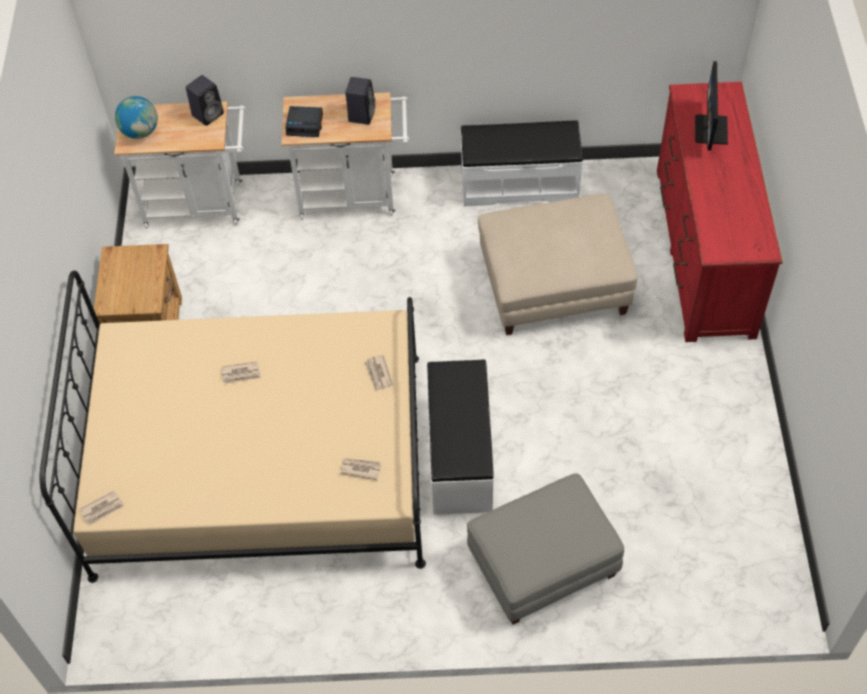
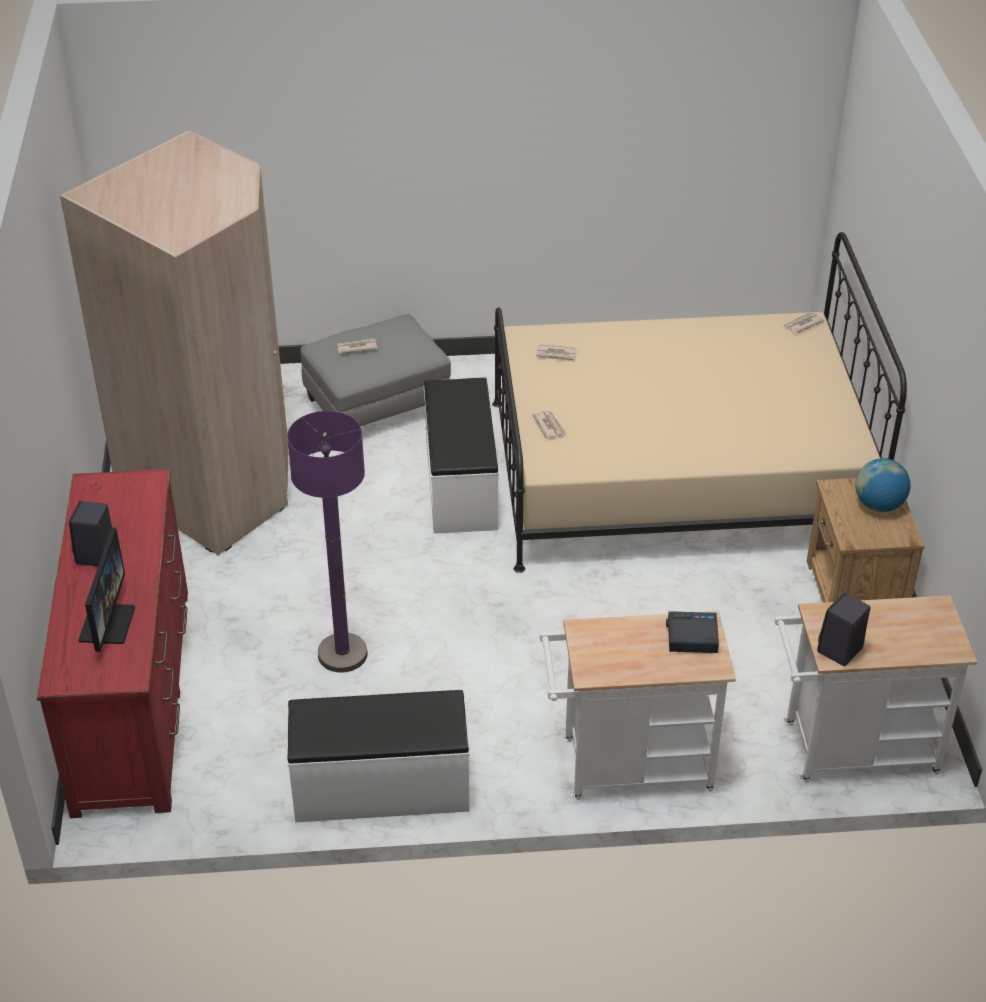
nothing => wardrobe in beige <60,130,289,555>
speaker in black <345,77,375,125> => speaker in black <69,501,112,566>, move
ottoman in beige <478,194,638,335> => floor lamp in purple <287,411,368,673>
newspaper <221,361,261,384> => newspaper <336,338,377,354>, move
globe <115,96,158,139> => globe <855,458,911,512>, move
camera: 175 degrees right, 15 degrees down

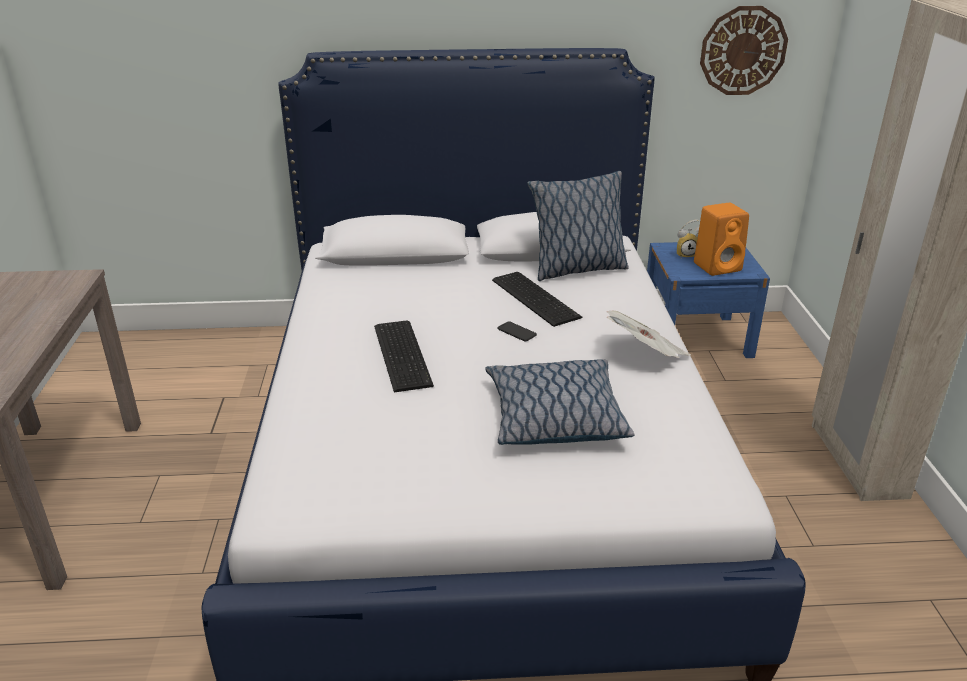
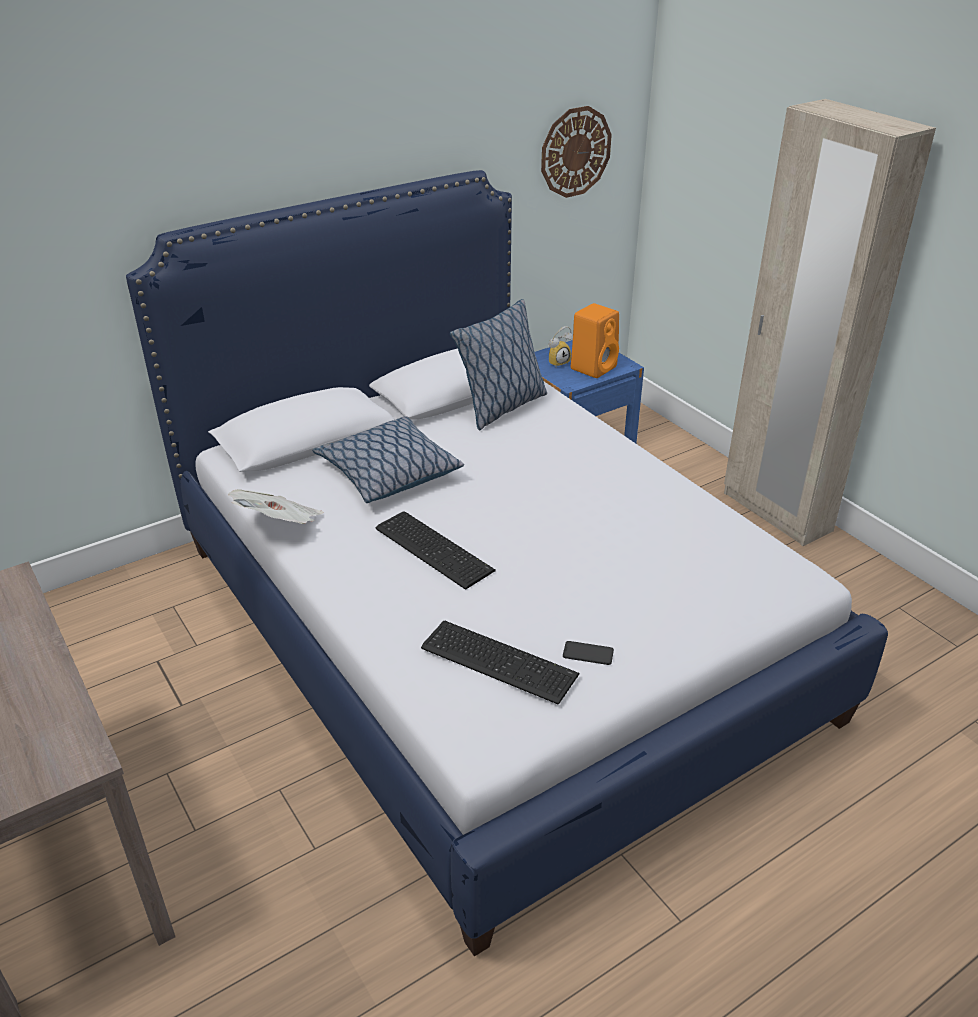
newspaper <606,311,691,358> => newspaper <228,489,324,524>, move
pillow <485,359,635,445> => pillow <312,416,464,503>, move
keyboard <492,272,583,327> => keyboard <421,621,579,705>, move
phone <498,321,537,341> => phone <563,641,614,665>, move
camera: 30 degrees left, 5 degrees up

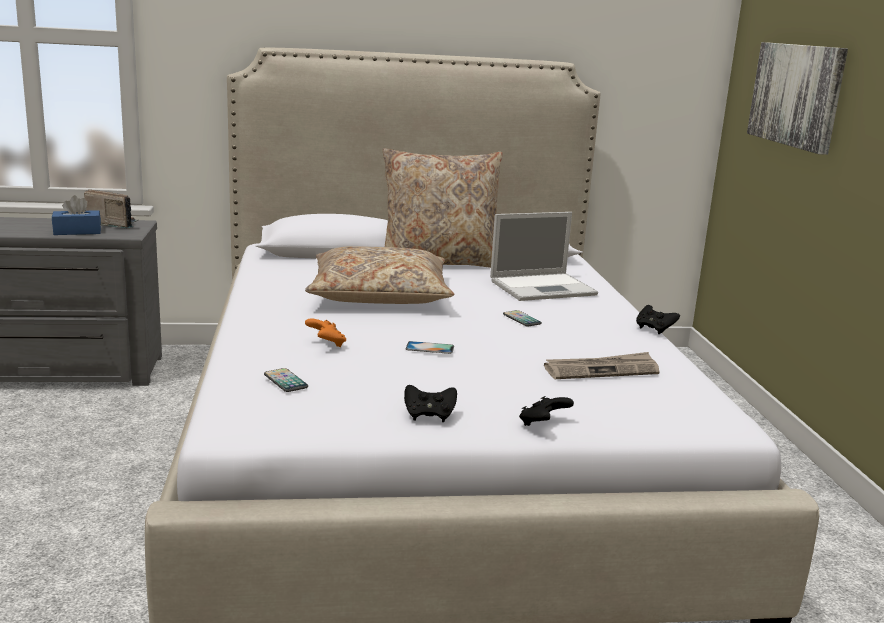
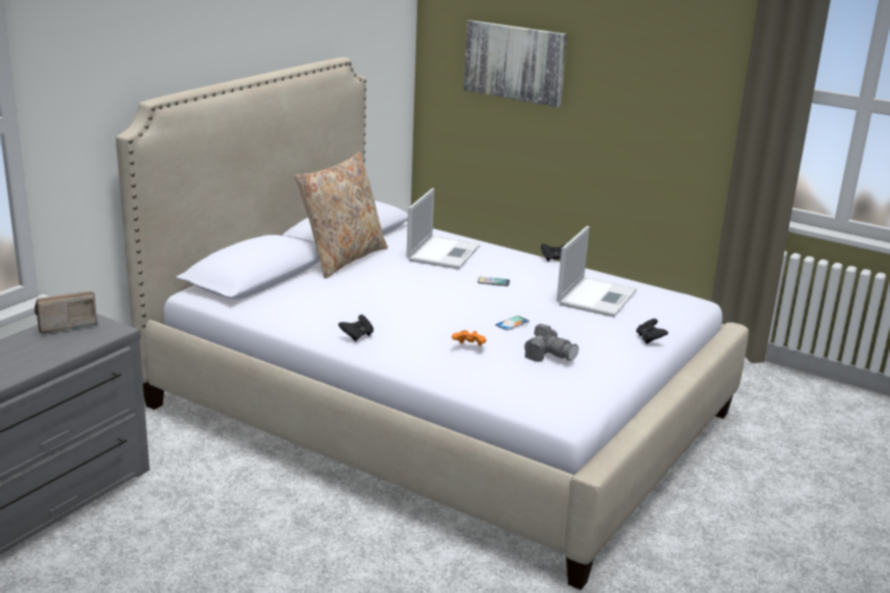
game controller in black <404,385,457,422> => game controller in black <338,314,374,341>, move
nothing => photo camera <524,324,579,362>
newspaper <544,352,659,379> => laptop <557,226,637,317>
tissue box in blue <52,195,101,235> => nothing
phone <264,368,308,392> => nothing
pillow in beige <305,246,454,304> => nothing
camera: 50 degrees left, 5 degrees up

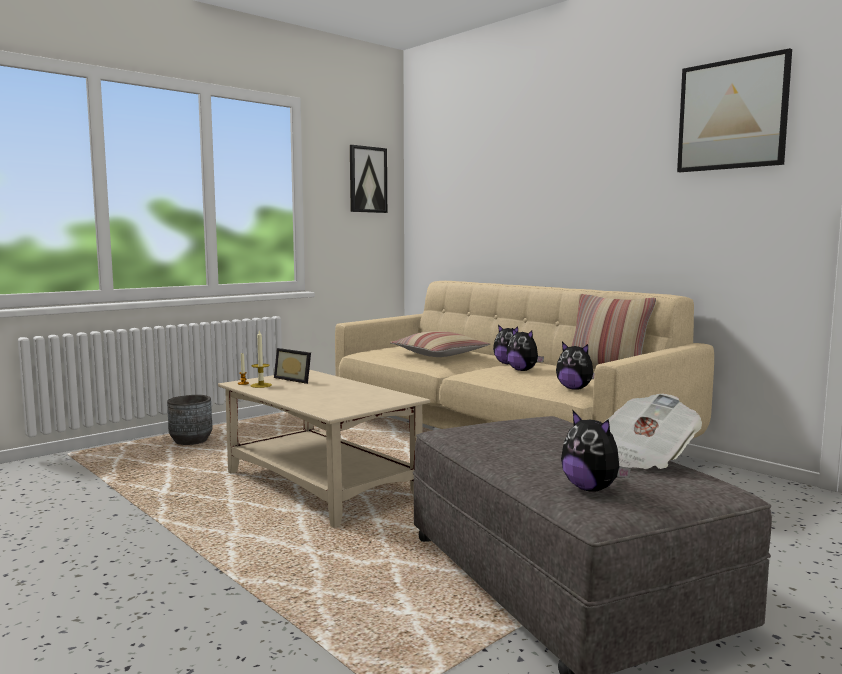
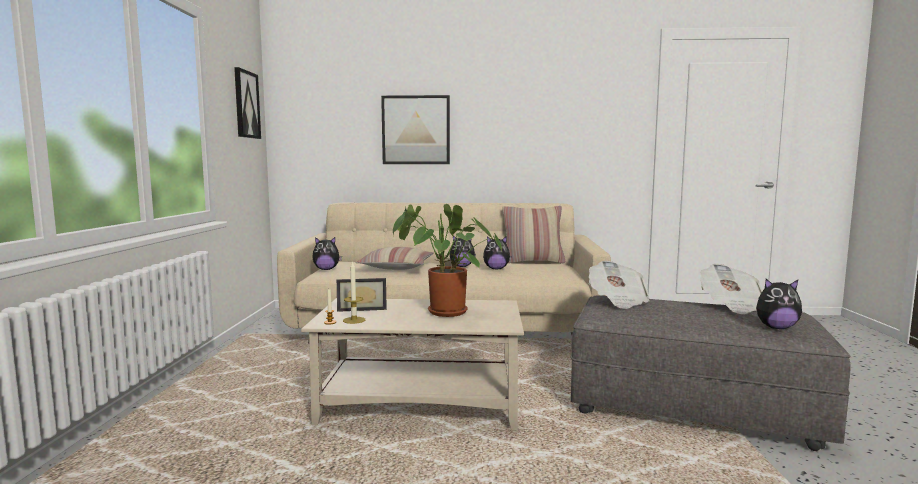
plush toy <556,342,595,390> => plush toy <312,237,342,270>, move
picture <677,48,792,172> => picture <381,95,450,164>, move
nothing => potted plant <393,204,502,317>
nothing => newspaper <589,261,649,309>
planter in grey <167,395,212,445> => nothing
camera: 45 degrees left, 0 degrees up

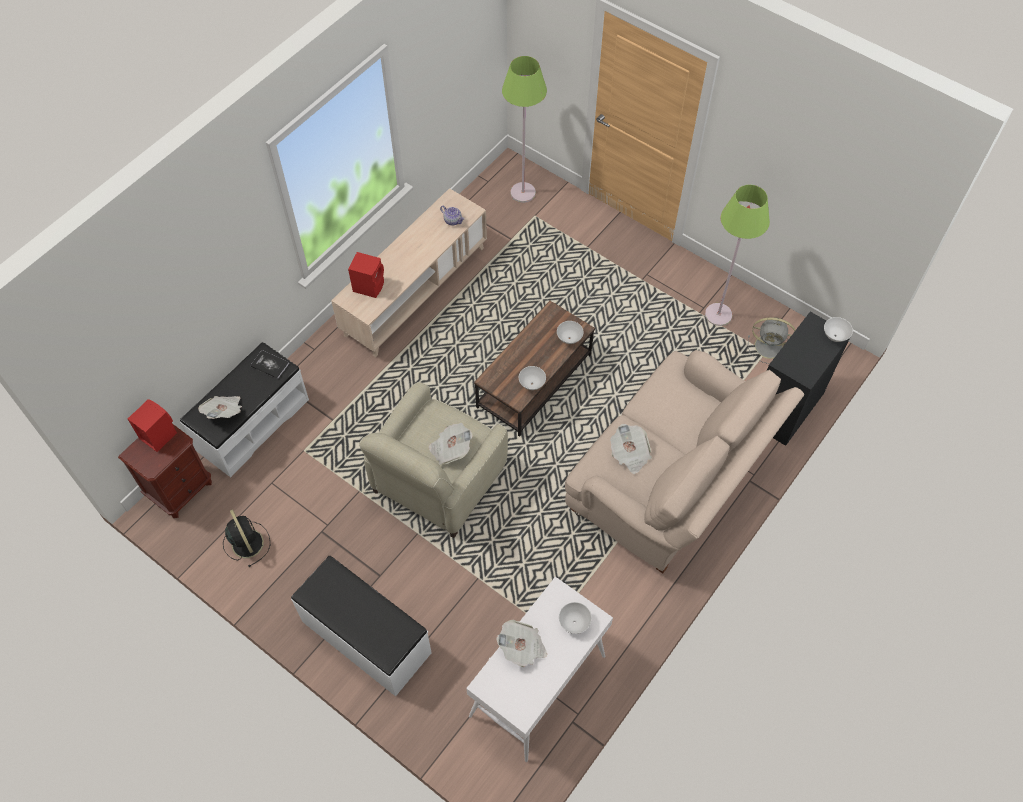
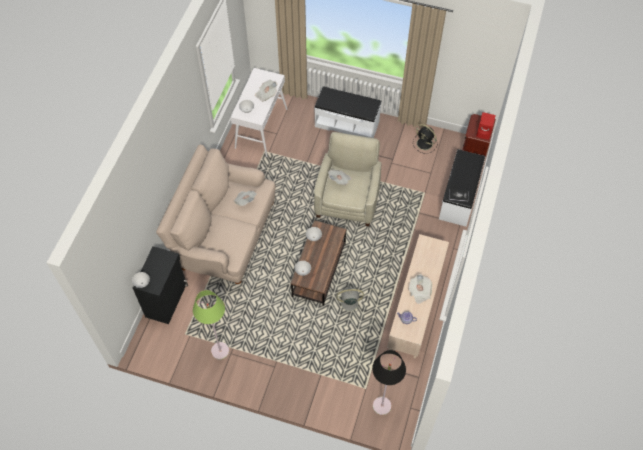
fan in grey <748,317,795,364> => fan in grey <337,288,364,315>, move
floor lamp in green <502,56,547,203> => floor lamp in black <372,350,406,415>
newspaper <199,396,242,419> => newspaper <408,274,433,304>, move
speaker in red <348,252,384,298> => nothing
camera: 160 degrees right, 0 degrees up

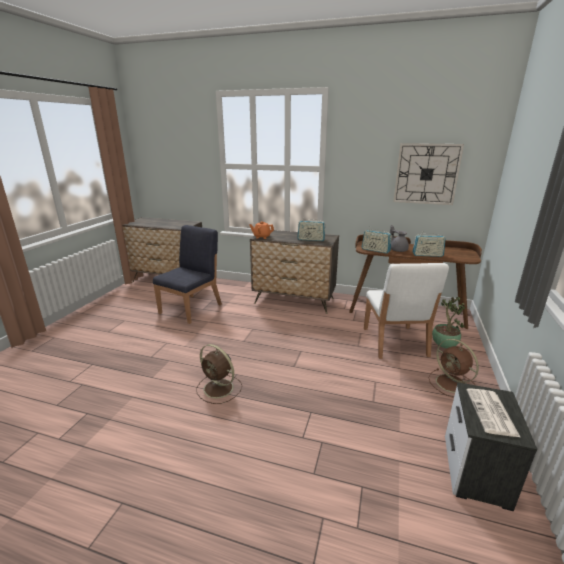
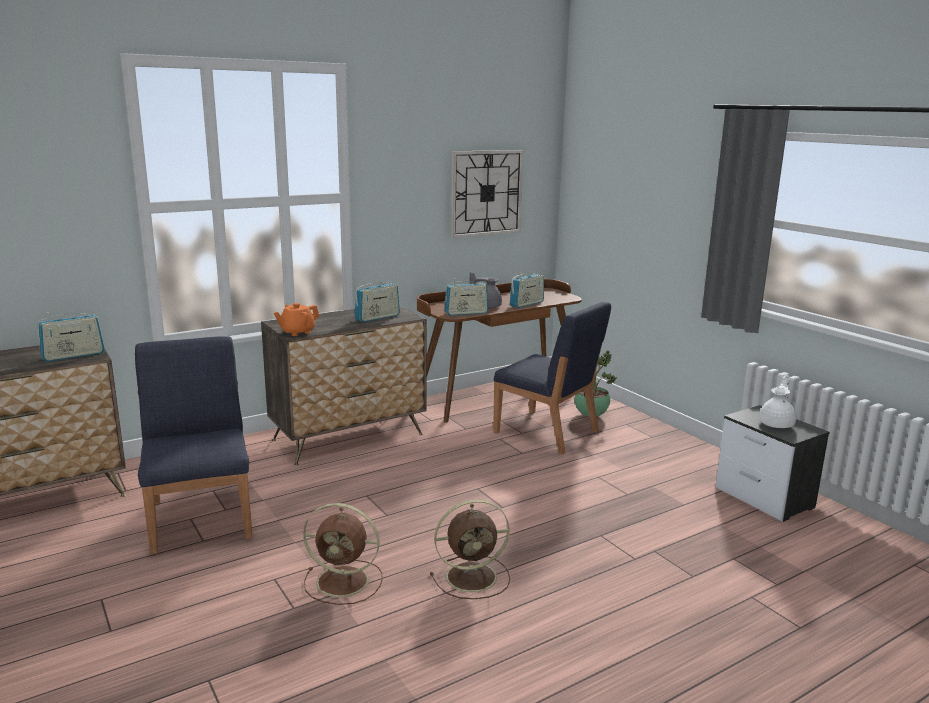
nothing => radio <37,312,105,362>
fan in brown <428,339,479,398> => fan in brown <303,503,383,605>, move
chair in white <364,263,449,359> => chair in blue <493,302,611,455>
newspaper <467,388,521,438> => teapot in white <760,375,796,428>
camera: 50 degrees left, 5 degrees down

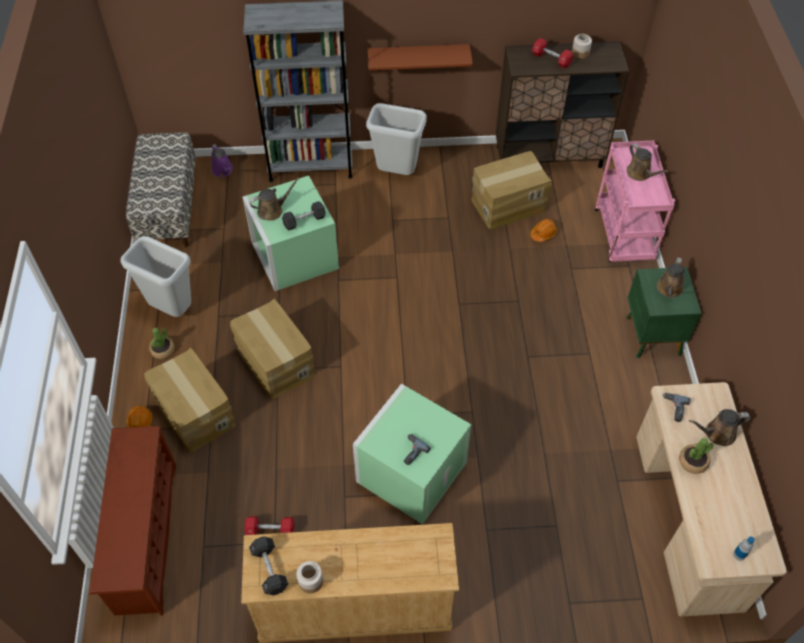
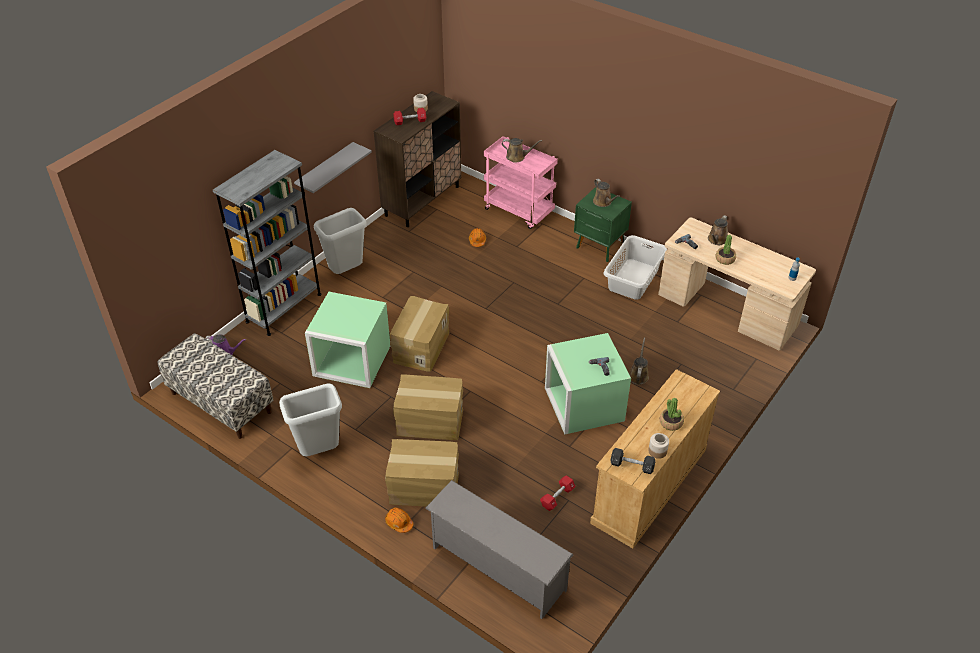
shelf in brown <368,44,473,71> => shelf in grey <294,142,372,194>
cardboard box <471,151,552,229> => cardboard box <390,296,449,372>, move
shoe rack in brown <90,426,176,616> => shoe rack in grey <425,480,574,619>
nothing => laundry basket in grey <603,235,667,300>
watering can in brown <249,178,300,221> => watering can in brown <629,338,649,385>, move
potted plant <149,328,174,359> => potted plant <660,398,684,431>, move
dumbbell in black <282,201,326,230> => nothing
camera: 50 degrees left, 10 degrees down

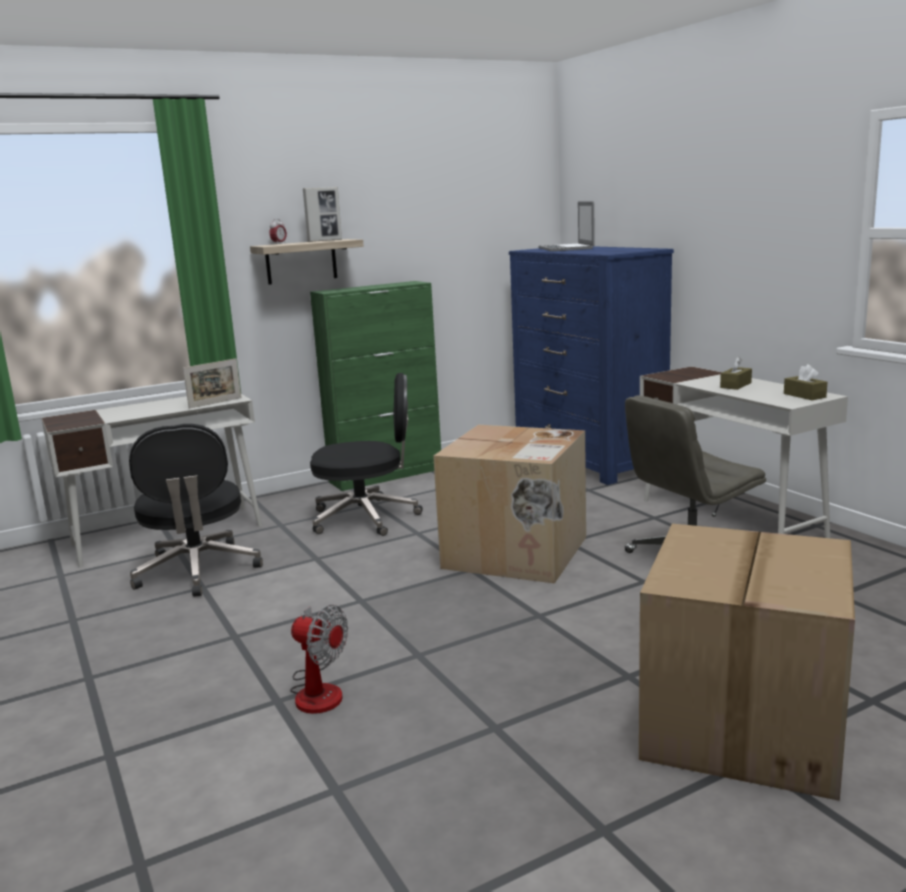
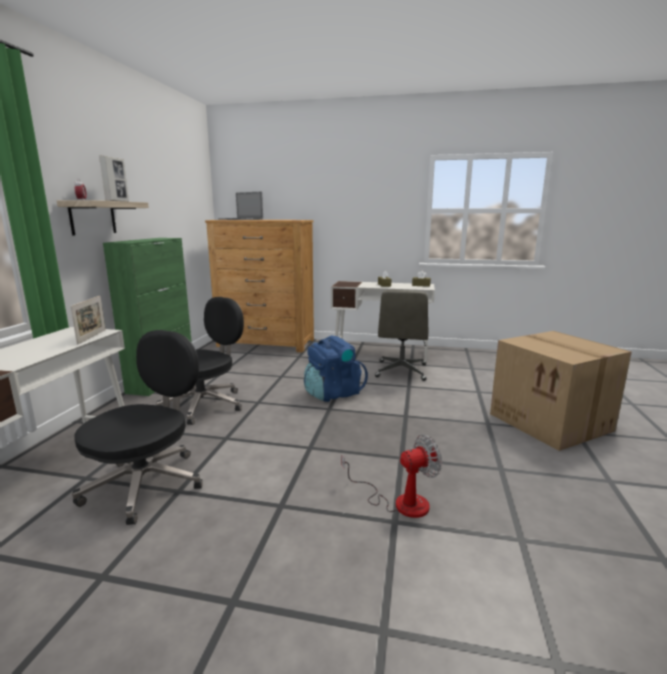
office chair in black <129,424,263,597> => office chair in black <72,330,203,525>, 90 degrees counterclockwise
dresser in blue <509,246,674,485> => dresser in brown <205,220,314,353>
cardboard box <433,425,586,583> => backpack in blue <304,335,368,402>
camera: 50 degrees left, 0 degrees up

